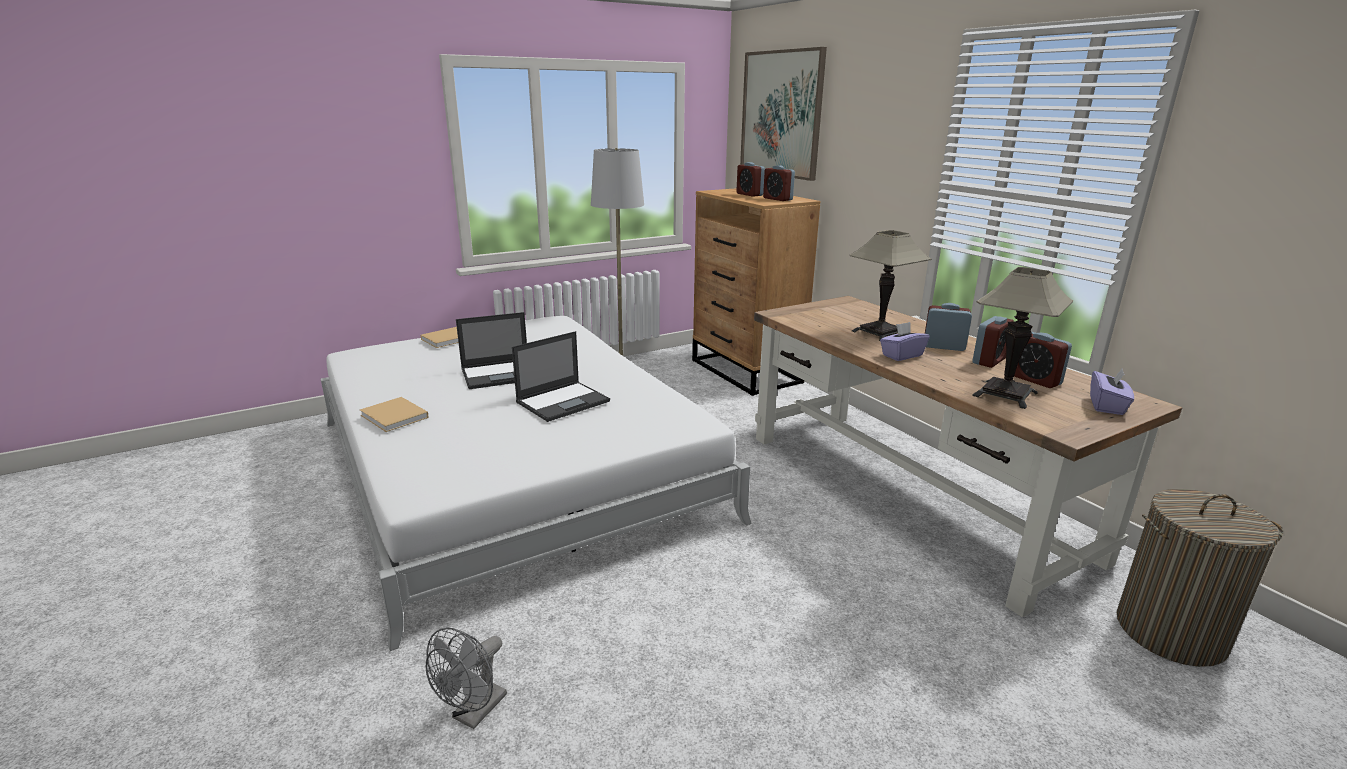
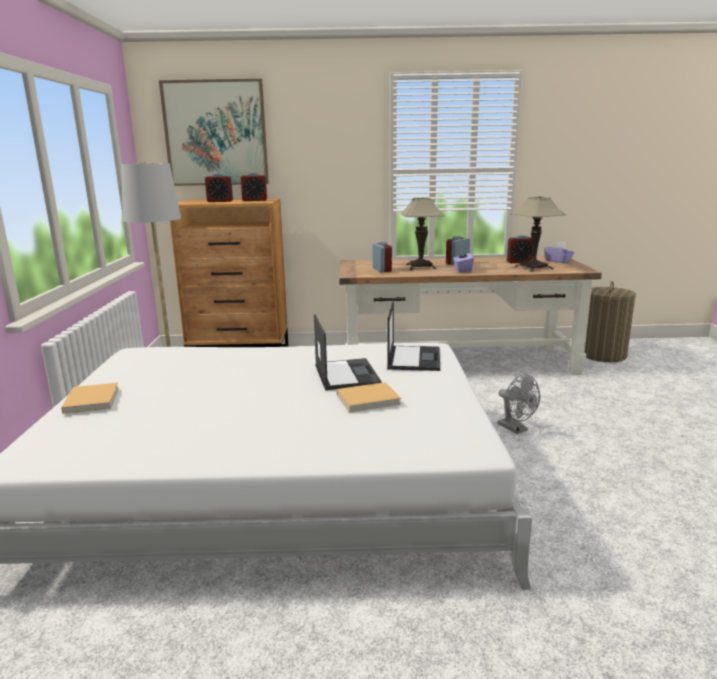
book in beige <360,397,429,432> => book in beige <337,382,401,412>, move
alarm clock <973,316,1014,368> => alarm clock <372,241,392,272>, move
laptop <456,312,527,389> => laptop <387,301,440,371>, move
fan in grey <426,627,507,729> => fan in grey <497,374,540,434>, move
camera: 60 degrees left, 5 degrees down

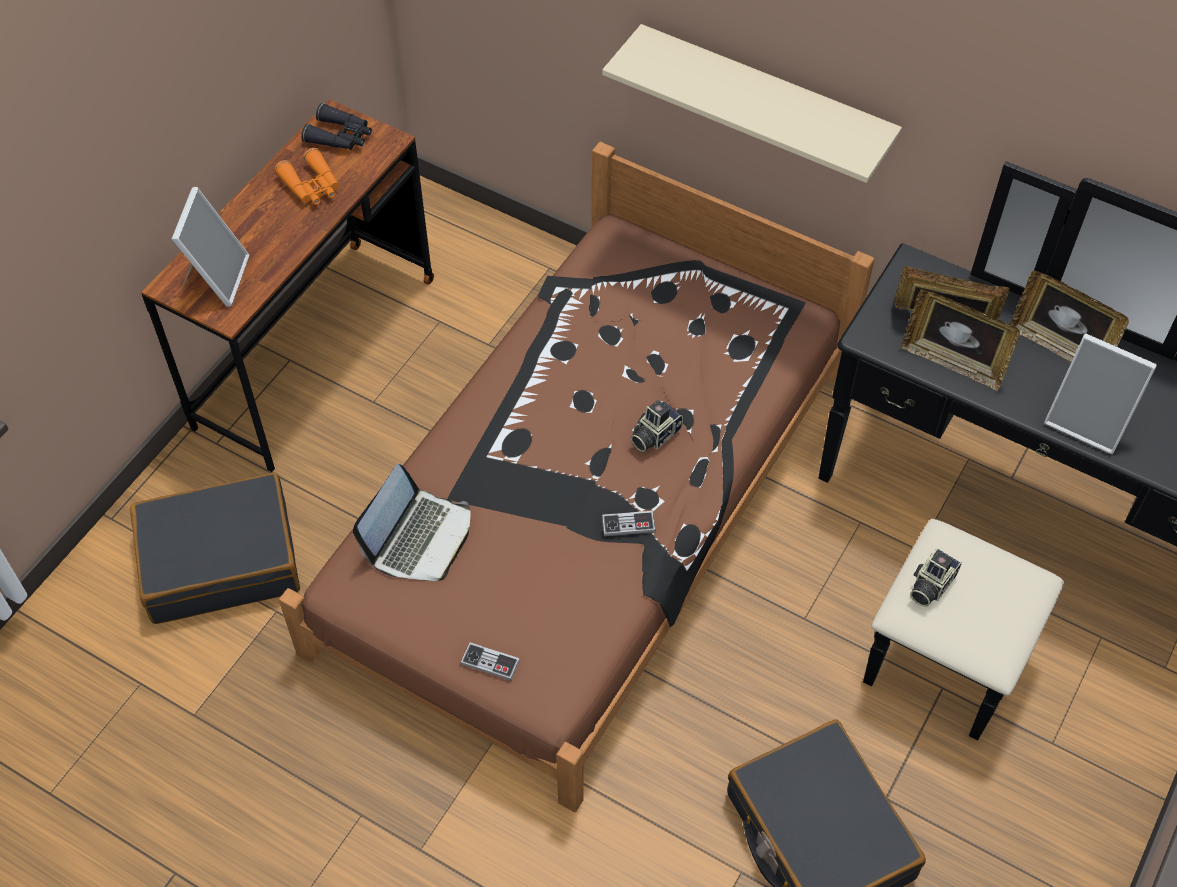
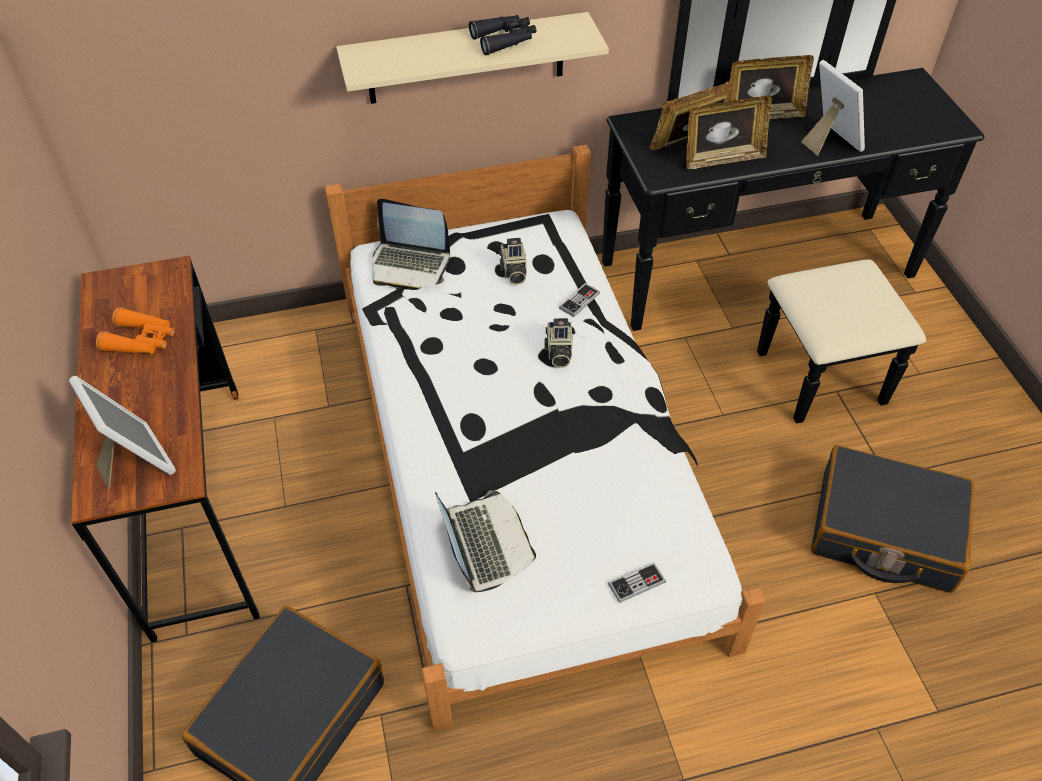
bed in brown <278,142,874,812> => bed in white <325,145,766,731>
nothing => laptop <372,199,450,290>
binoculars in black <301,103,372,150> => binoculars in black <469,15,536,55>, move
photo camera <910,549,962,607> => photo camera <499,238,527,285>, move
game controller <602,511,656,536> => game controller <559,283,600,317>, move
picture frame <1044,333,1157,454> => picture frame <801,60,865,156>, 105 degrees counterclockwise
camera: 45 degrees left, 5 degrees down

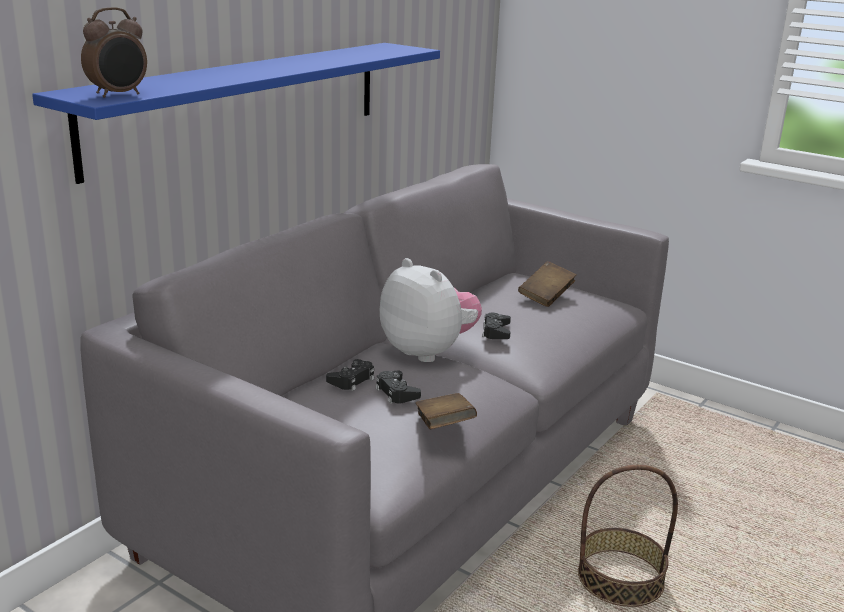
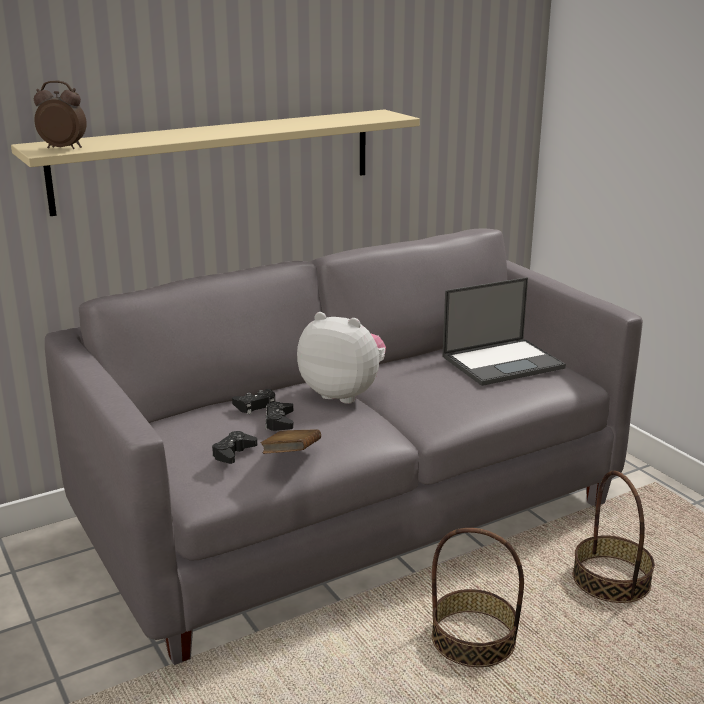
shelf in blue <32,43,440,184> => shelf in beige <11,109,420,216>
alarm clock <81,7,147,98> => alarm clock <34,81,87,149>, 150 degrees counterclockwise
game controller in black <482,312,511,339> => game controller in black <212,431,258,464>, move
plush toy <380,258,482,362> => plush toy <297,312,386,404>, 45 degrees counterclockwise
book in brown <518,261,577,307> => laptop <442,277,566,386>
nothing => basket <573,471,655,603>
camera: 25 degrees right, 0 degrees up

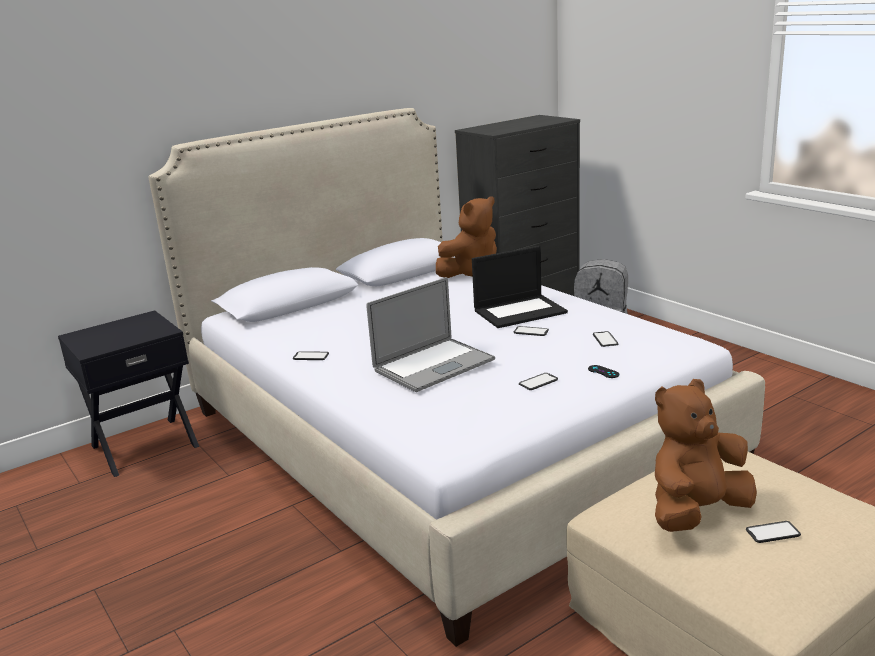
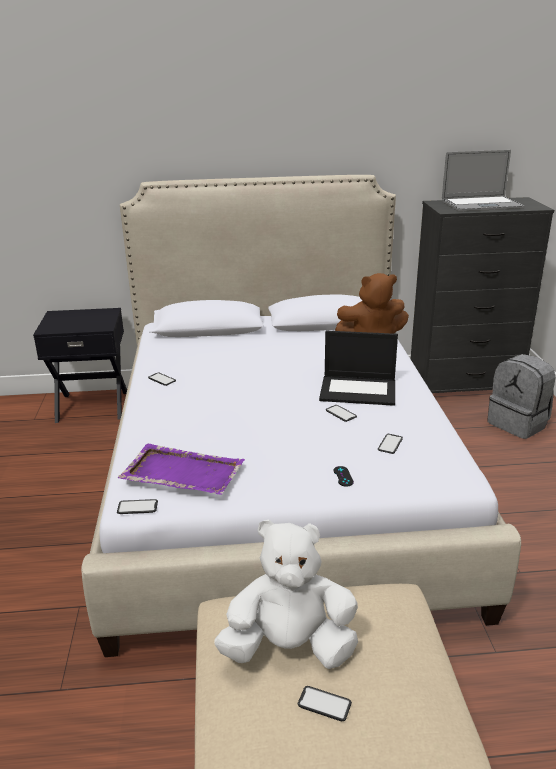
phone <519,373,558,390> => phone <117,499,158,514>, move
nothing => tray in purple <118,444,245,495>
plush toy in brown <655,379,757,532> => plush toy in white <214,519,358,669>
laptop <366,277,495,392> => laptop <442,150,525,212>, move
camera: 30 degrees right, 5 degrees up

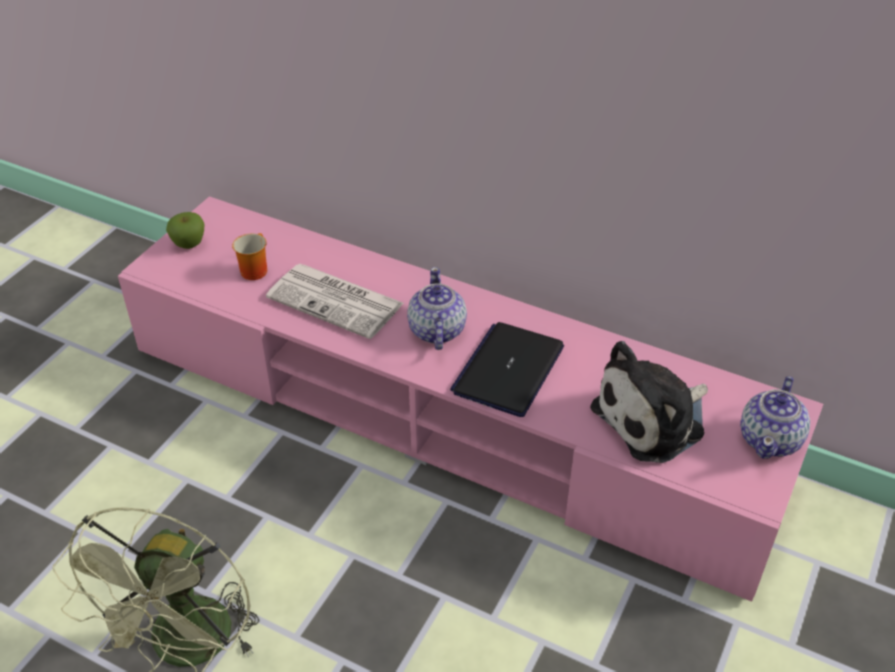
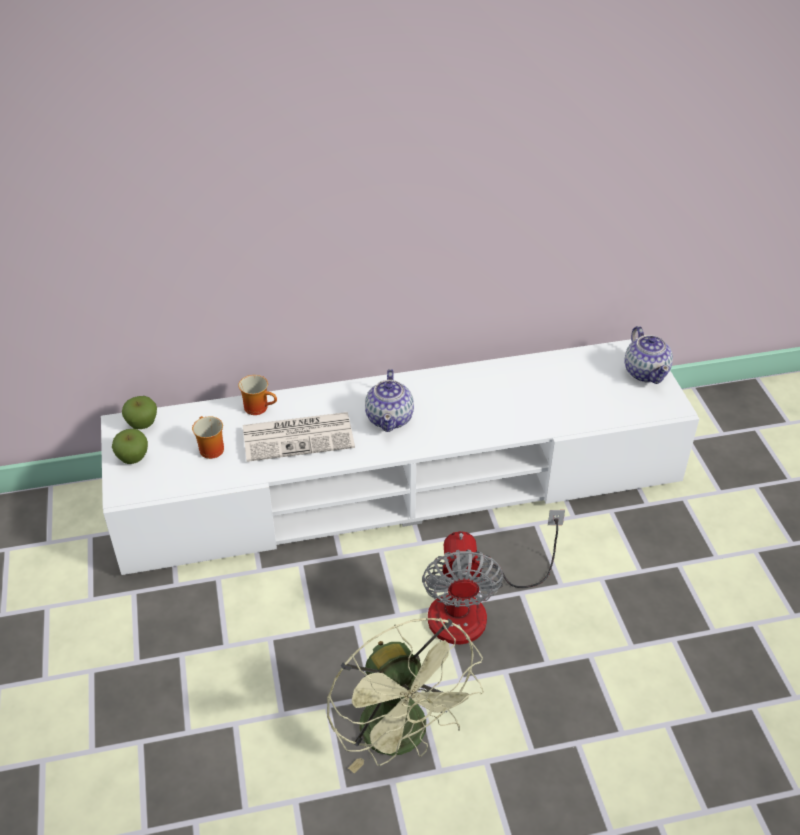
tv stand in pink <118,196,823,602> => tv stand in white <101,338,699,575>
nothing => apple <122,396,157,429>
nothing => mug <238,375,277,415>
teapot <407,267,467,350> => teapot <365,369,414,432>, 135 degrees counterclockwise
nothing => fan <422,510,565,644>
laptop <450,322,564,417> => nothing
plush toy <590,341,708,463> => nothing
camera: 40 degrees left, 0 degrees up

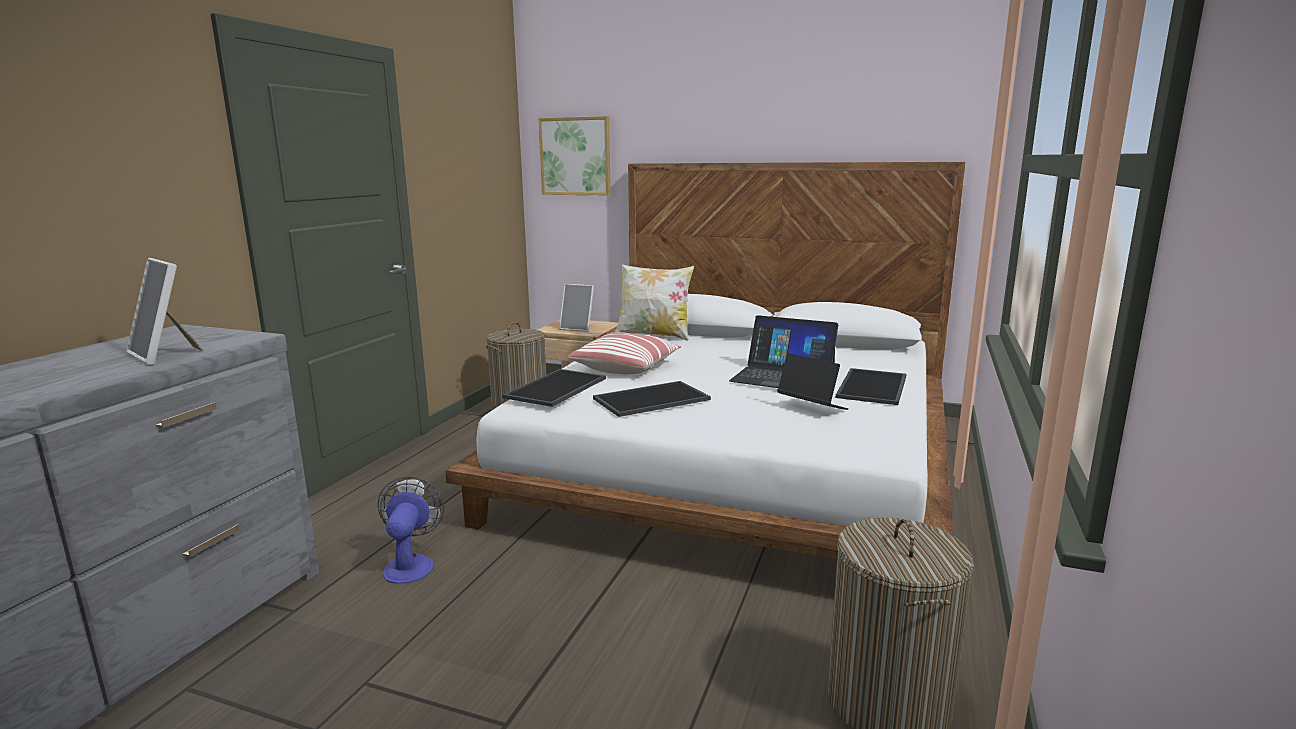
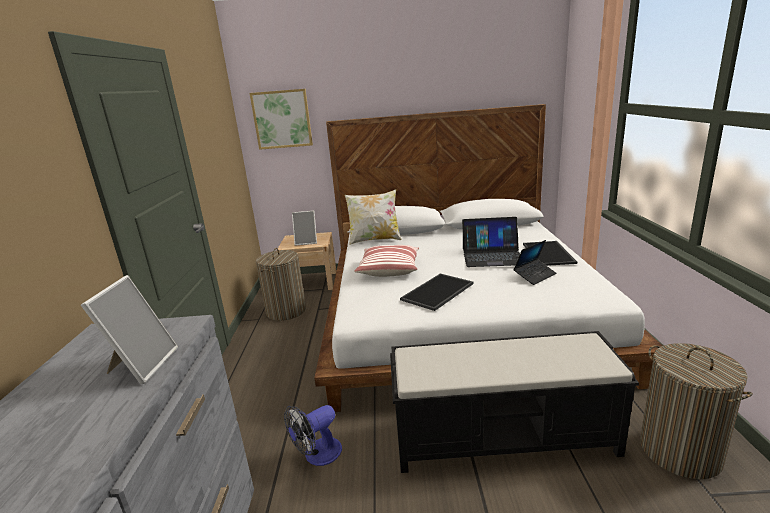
picture frame <126,258,204,365> => picture frame <81,275,178,384>, 105 degrees counterclockwise
fan <378,476,444,584> => fan <284,405,342,466>, 105 degrees counterclockwise
nothing => bench in black <390,331,639,473>
laptop <777,353,848,410> => laptop <514,240,557,285>, 120 degrees clockwise
tray <502,369,606,407> => nothing
camera: 20 degrees left, 5 degrees up

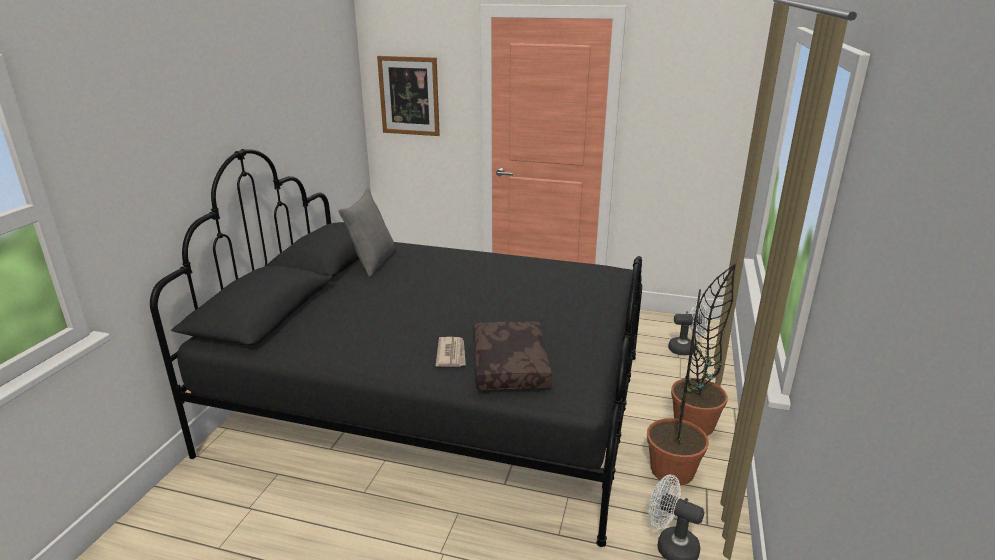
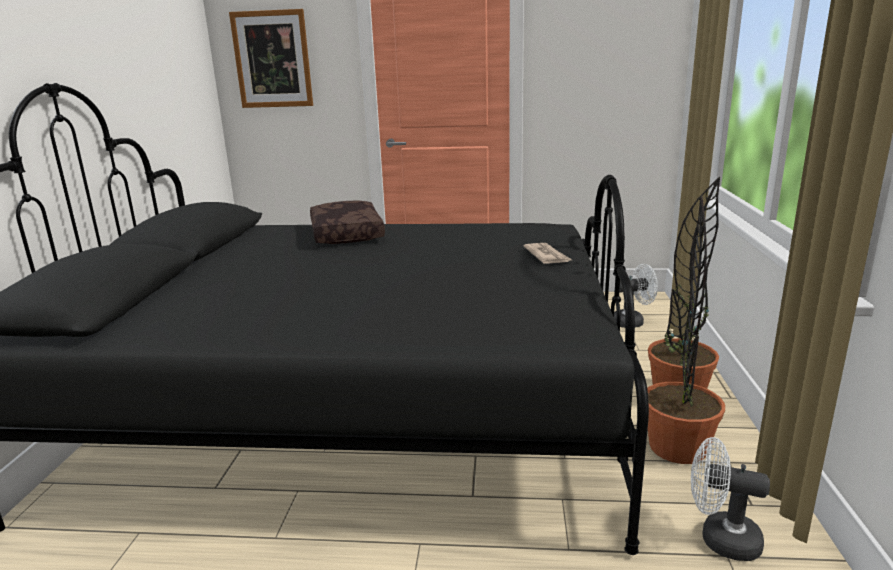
pillow in brown <473,321,552,390> => pillow in brown <310,200,385,244>, move
newspaper <436,337,466,367> => newspaper <523,243,572,264>, move
pillow in grey <338,188,395,277> => nothing
camera: 10 degrees left, 5 degrees down

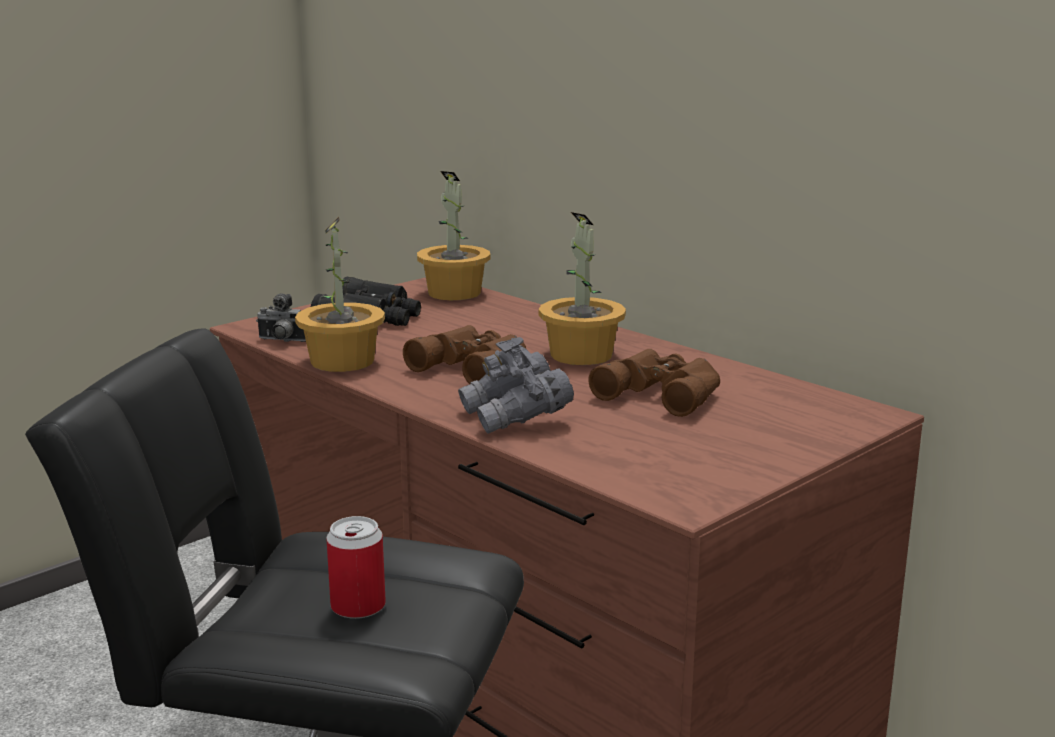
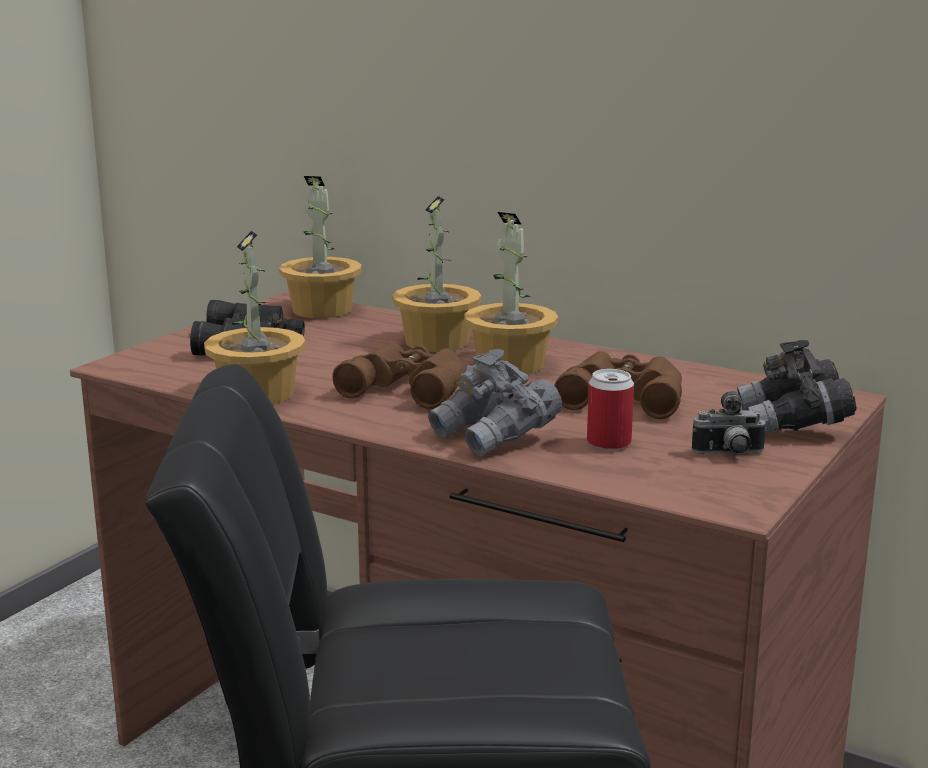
nothing => potted plant <392,196,481,352>
can <326,516,386,619> => can <587,369,634,450>, move
photo camera <256,293,306,342> => photo camera <692,391,767,455>, move
nothing => binoculars in grey <737,340,856,434>
camera: 15 degrees left, 0 degrees up

